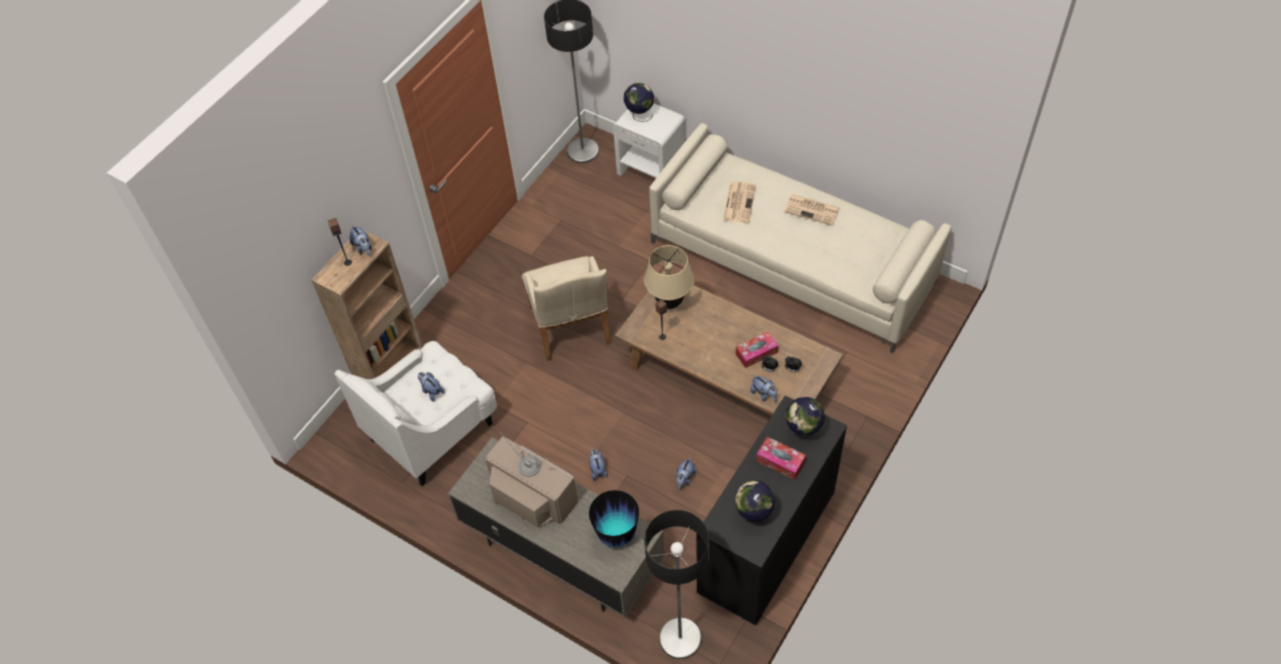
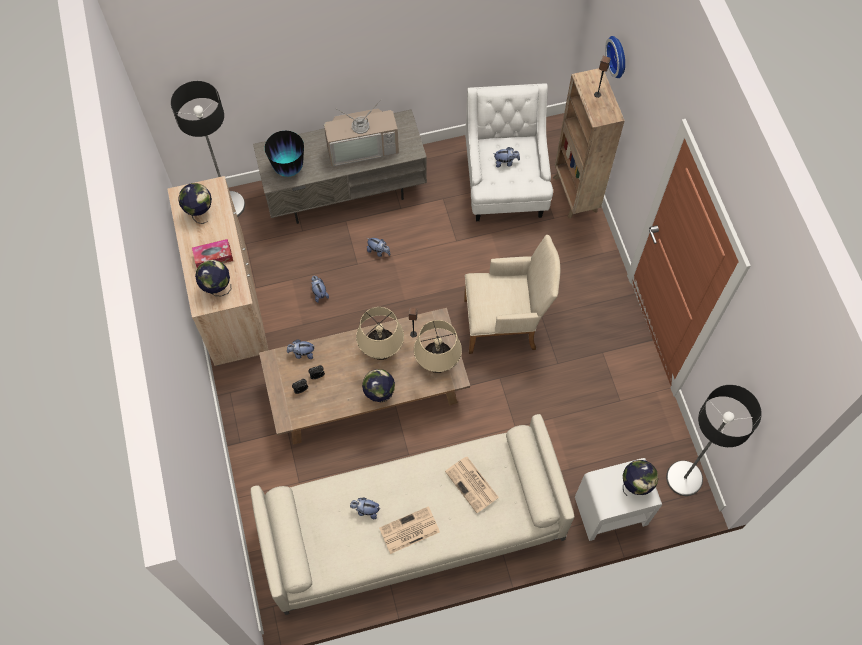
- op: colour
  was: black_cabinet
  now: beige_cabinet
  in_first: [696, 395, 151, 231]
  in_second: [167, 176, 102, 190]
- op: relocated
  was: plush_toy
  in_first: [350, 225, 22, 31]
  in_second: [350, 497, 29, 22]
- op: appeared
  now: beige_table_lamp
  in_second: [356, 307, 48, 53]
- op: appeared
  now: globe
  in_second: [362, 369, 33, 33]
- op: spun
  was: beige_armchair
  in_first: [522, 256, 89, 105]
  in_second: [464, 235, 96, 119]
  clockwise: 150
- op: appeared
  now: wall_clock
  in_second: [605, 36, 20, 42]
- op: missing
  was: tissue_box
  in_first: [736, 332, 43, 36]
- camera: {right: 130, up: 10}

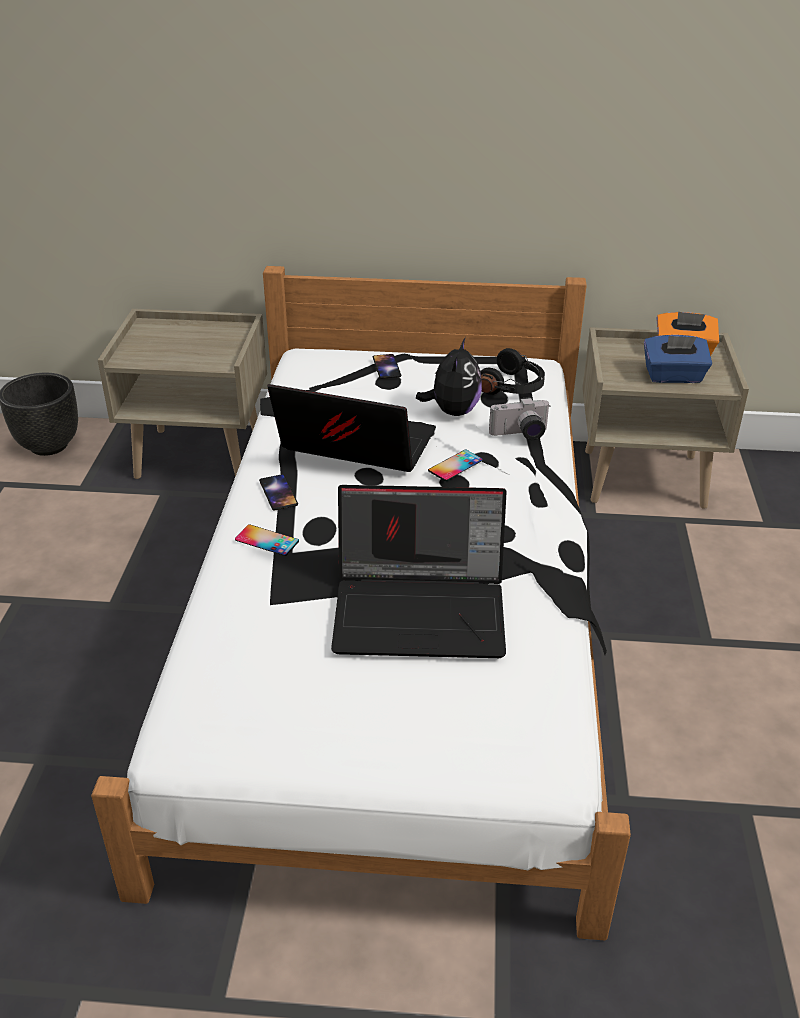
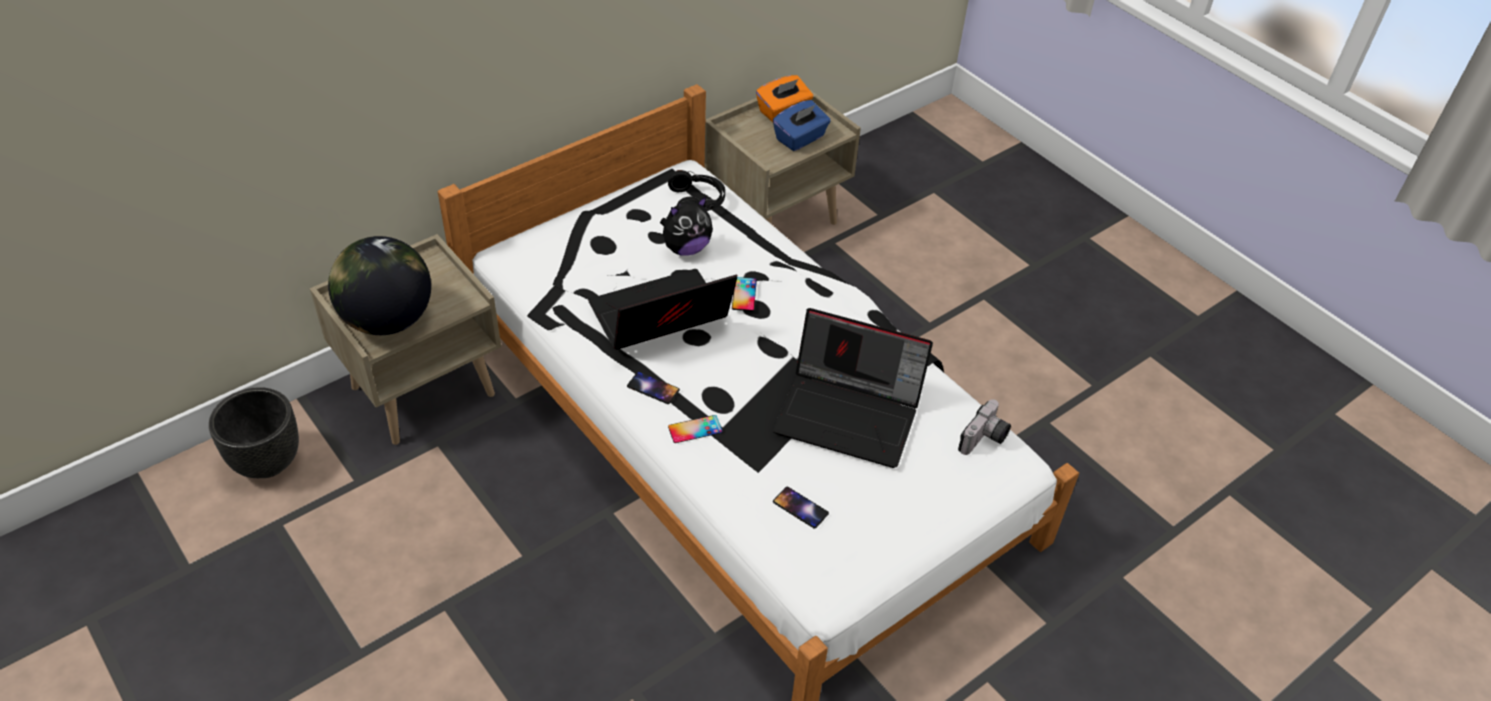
- op: appeared
  now: globe
  in_second: [328, 236, 103, 99]
- op: spun
  was: plush_toy
  in_first: [416, 337, 66, 79]
  in_second: [660, 196, 53, 60]
  clockwise: 90
- op: spun
  was: laptop
  in_first: [331, 485, 176, 173]
  in_second: [772, 308, 161, 160]
  clockwise: 60
- op: relocated
  was: phone
  in_first: [373, 354, 28, 25]
  in_second: [773, 487, 56, 42]
- op: relocated
  was: photo_camera
  in_first: [489, 397, 62, 43]
  in_second: [958, 399, 53, 56]
- camera: {right: -45, up: 10}

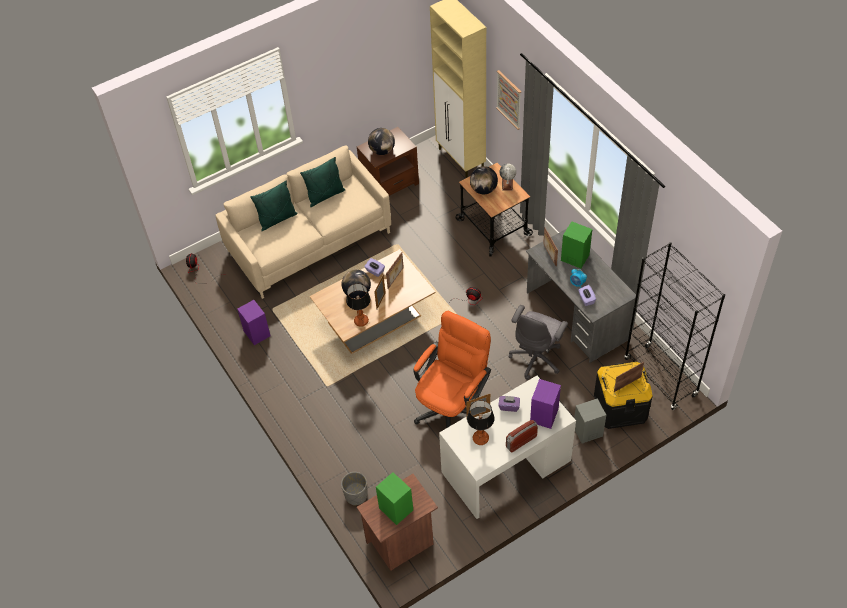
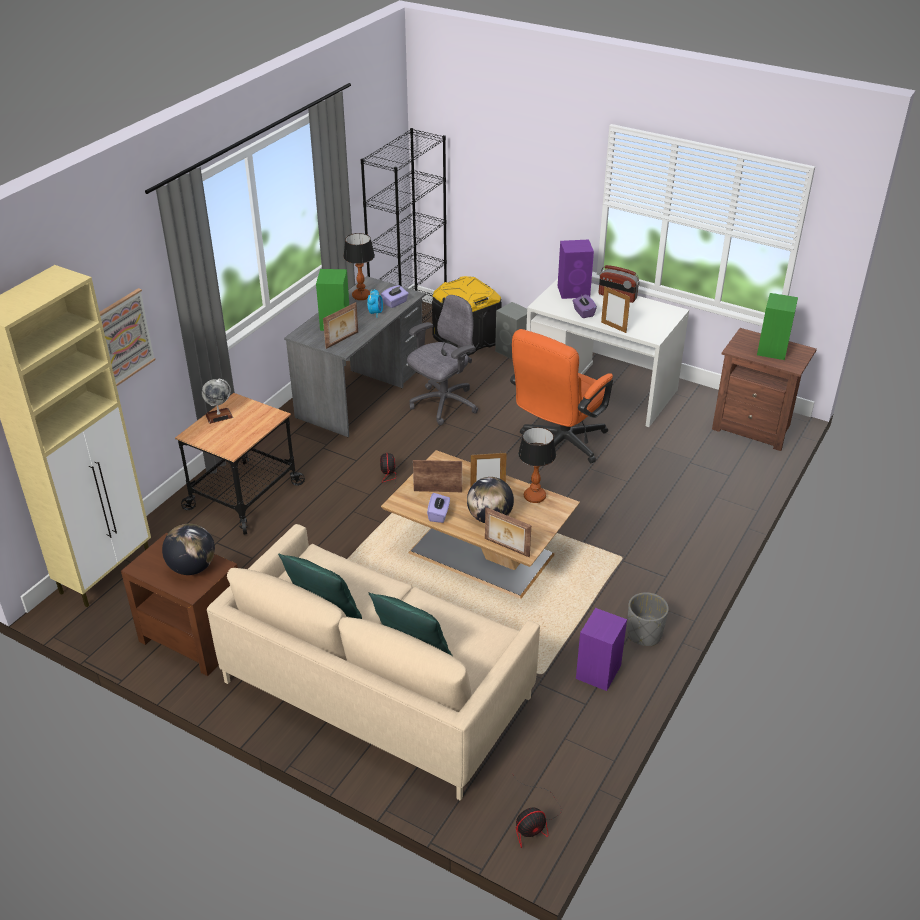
- op: relocated
  was: table_lamp
  in_first: [467, 400, 28, 45]
  in_second: [343, 233, 32, 67]
- op: spun
  was: grey_office_chair
  in_first: [509, 305, 59, 75]
  in_second: [407, 295, 71, 130]
  clockwise: -45
- op: relocated
  was: picture_frame
  in_first: [614, 362, 30, 30]
  in_second: [485, 507, 46, 50]
- op: spun
  was: orange_office_chair
  in_first: [413, 311, 78, 117]
  in_second: [510, 329, 103, 134]
  clockwise: -60
- op: relocated
  was: grey_planter
  in_first: [341, 472, 27, 34]
  in_second: [627, 592, 42, 54]
- op: missing
  was: globe
  in_first: [470, 166, 28, 28]
- camera: {right: -120, up: -15}

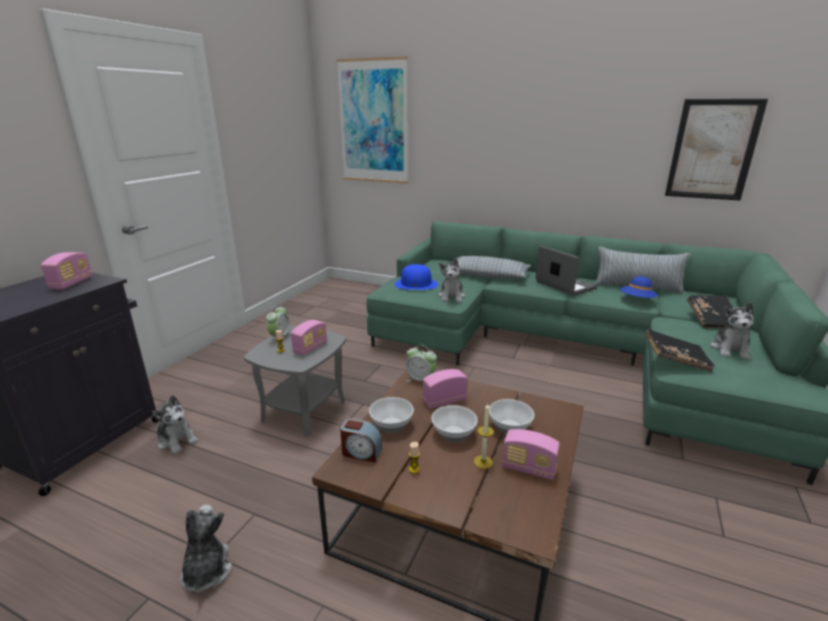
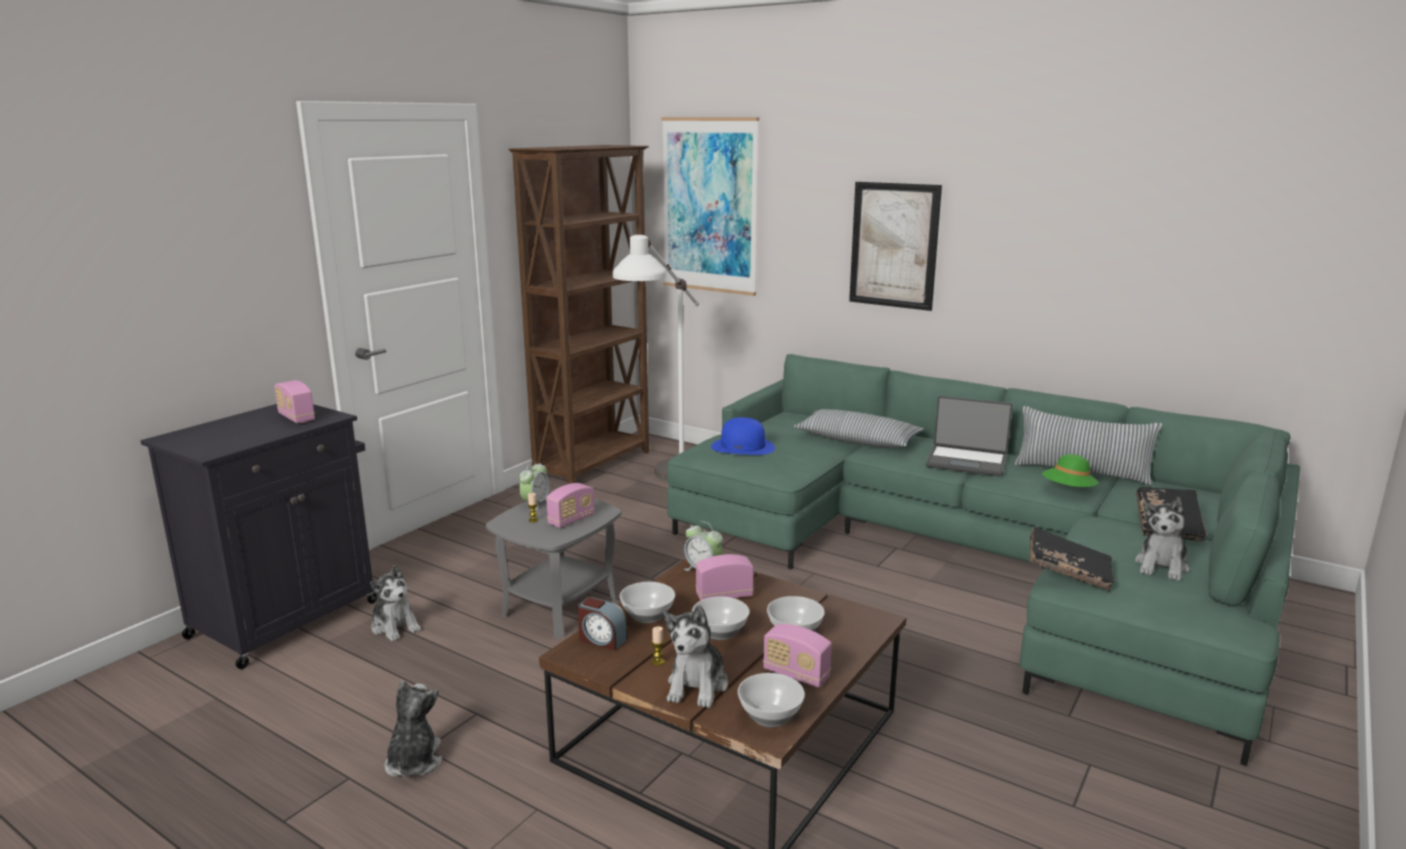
- op: spun
  was: radio
  in_first: [41, 252, 52, 38]
  in_second: [274, 380, 41, 43]
  clockwise: 120
- op: appeared
  now: brown_bookcase
  in_second: [508, 145, 141, 339]
- op: appeared
  now: white_floor_lamp
  in_second: [613, 235, 86, 246]
- op: relocated
  was: plush_toy
  in_first: [439, 258, 26, 44]
  in_second: [663, 605, 65, 103]
- op: appeared
  now: bowl
  in_second: [738, 673, 67, 54]
- op: relocated
  was: picture
  in_first: [665, 99, 103, 102]
  in_second: [849, 182, 93, 129]
- op: spun
  was: laptop
  in_first: [536, 246, 61, 50]
  in_second: [926, 396, 87, 81]
  clockwise: 135
- op: colour
  was: blue_hat
  now: green_hat
  in_first: [620, 276, 38, 22]
  in_second: [1042, 454, 57, 33]
- op: missing
  was: candle
  in_first: [474, 403, 20, 66]
- camera: {right: 10, up: -5}

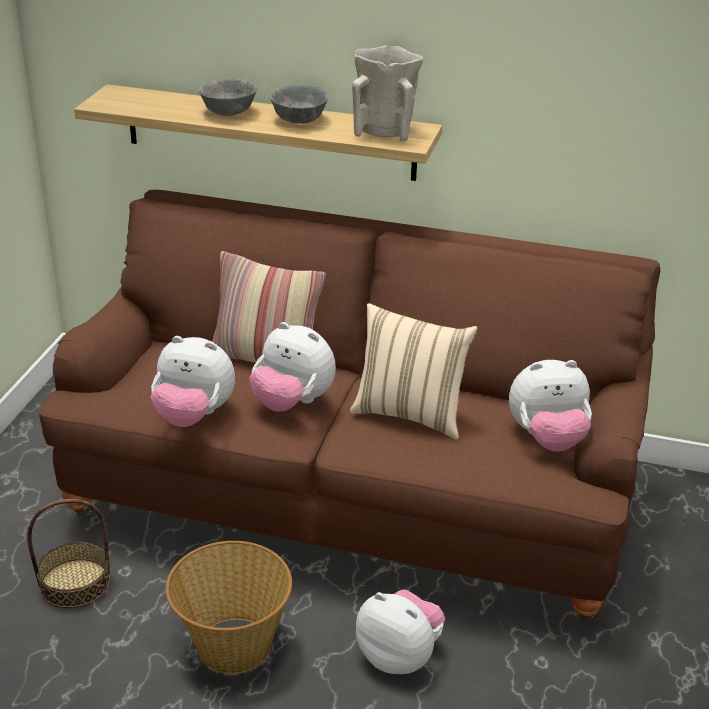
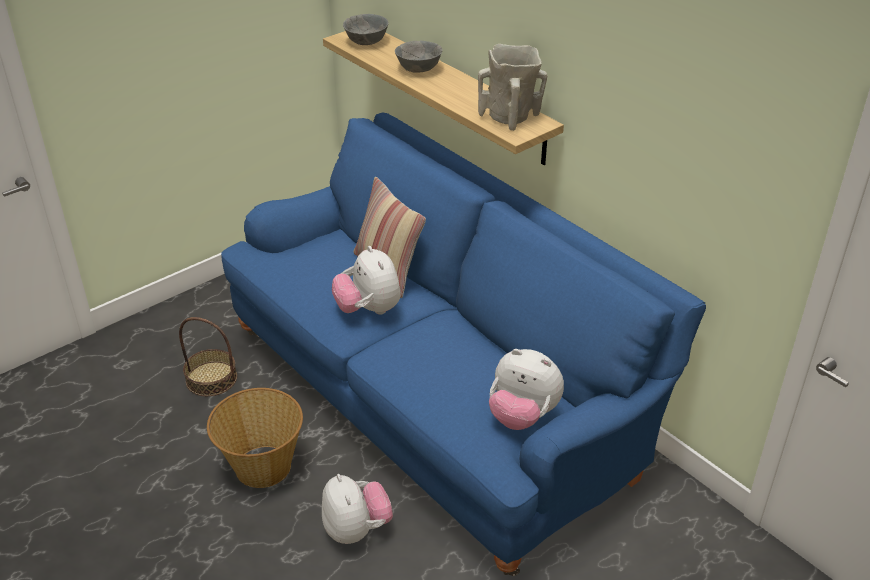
- op: colour
  was: brown_sofa
  now: blue_sofa
  in_first: [39, 189, 622, 433]
  in_second: [221, 112, 485, 464]
- op: relocated
  was: grey_bowl
  in_first: [269, 85, 60, 39]
  in_second: [343, 14, 45, 31]
- op: missing
  was: plush_toy
  in_first: [151, 336, 84, 91]
- op: missing
  was: beige_pillow
  in_first: [350, 303, 127, 136]
- camera: {right: 35, up: 5}

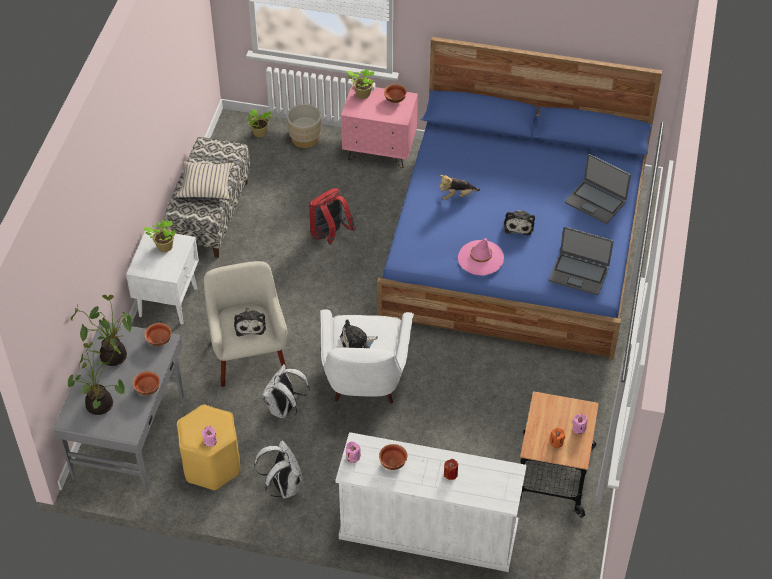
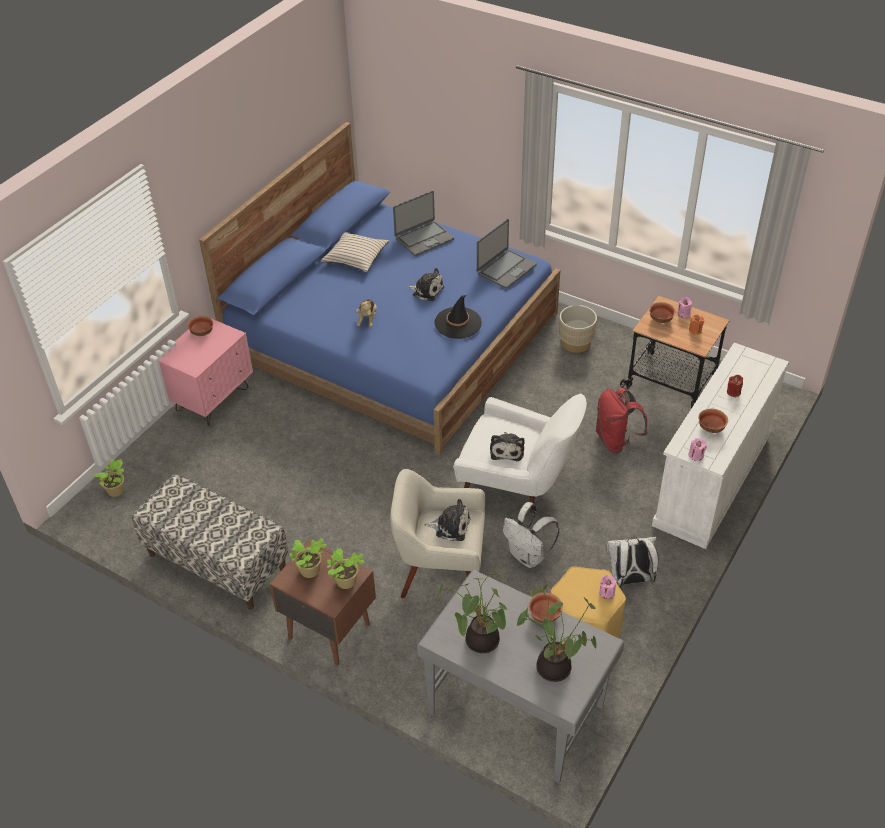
- op: colour
  was: white_nightstand
  now: brown_nightstand
  in_first: [126, 230, 73, 95]
  in_second: [270, 539, 106, 126]
- op: relocated
  was: beige_pillow
  in_first: [175, 162, 60, 38]
  in_second: [321, 232, 68, 40]
- op: relocated
  was: potted_plant
  in_first: [346, 69, 28, 30]
  in_second: [327, 548, 37, 41]
- op: colour
  was: pink_hat
  now: black_hat
  in_first: [458, 238, 46, 37]
  in_second: [435, 295, 47, 44]
- op: relocated
  was: beige_planter
  in_first: [287, 104, 34, 44]
  in_second: [559, 305, 38, 48]
- op: relocated
  was: red_backpack
  in_first: [309, 188, 46, 57]
  in_second: [595, 388, 53, 65]
- op: relocated
  was: bowl
  in_first: [144, 323, 27, 23]
  in_second: [649, 302, 26, 21]
- camera: {right: -70, up: -5}

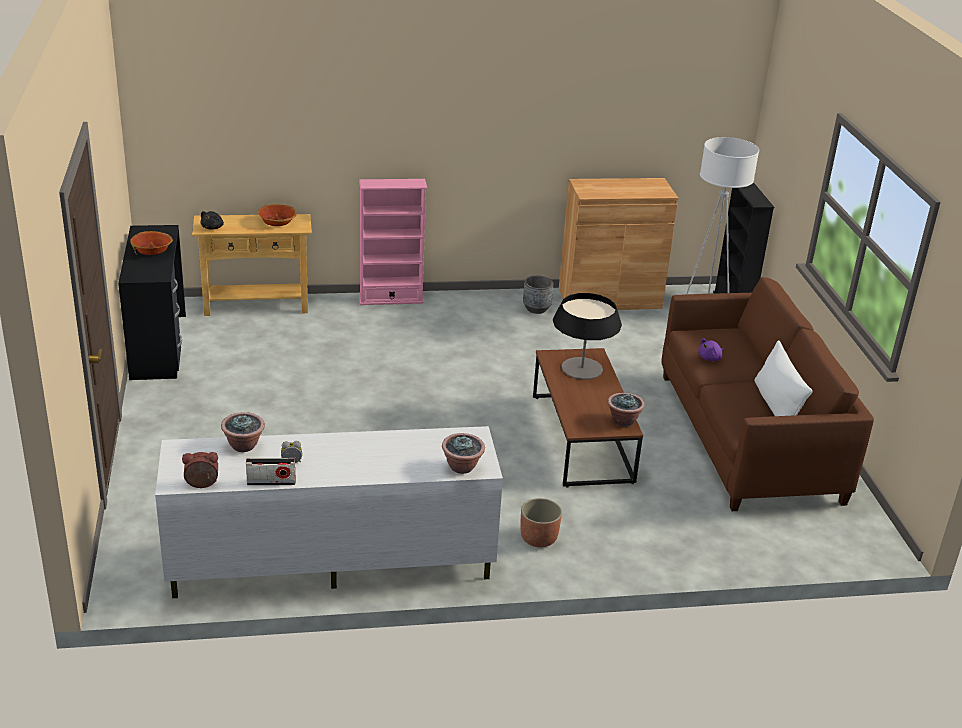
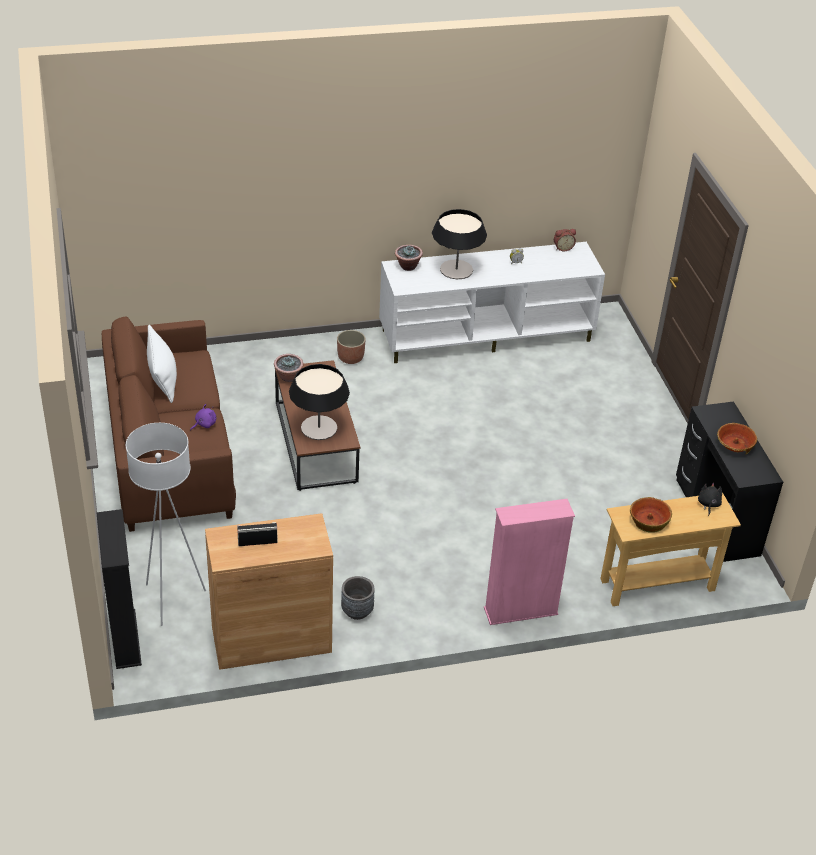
- op: relocated
  was: radio
  in_first: [246, 458, 50, 27]
  in_second: [237, 522, 41, 24]
- op: appeared
  now: table_lamp
  in_second: [432, 209, 55, 70]
- op: missing
  was: potted_plant
  in_first: [221, 412, 44, 40]
- camera: {right: 175, up: 10}

